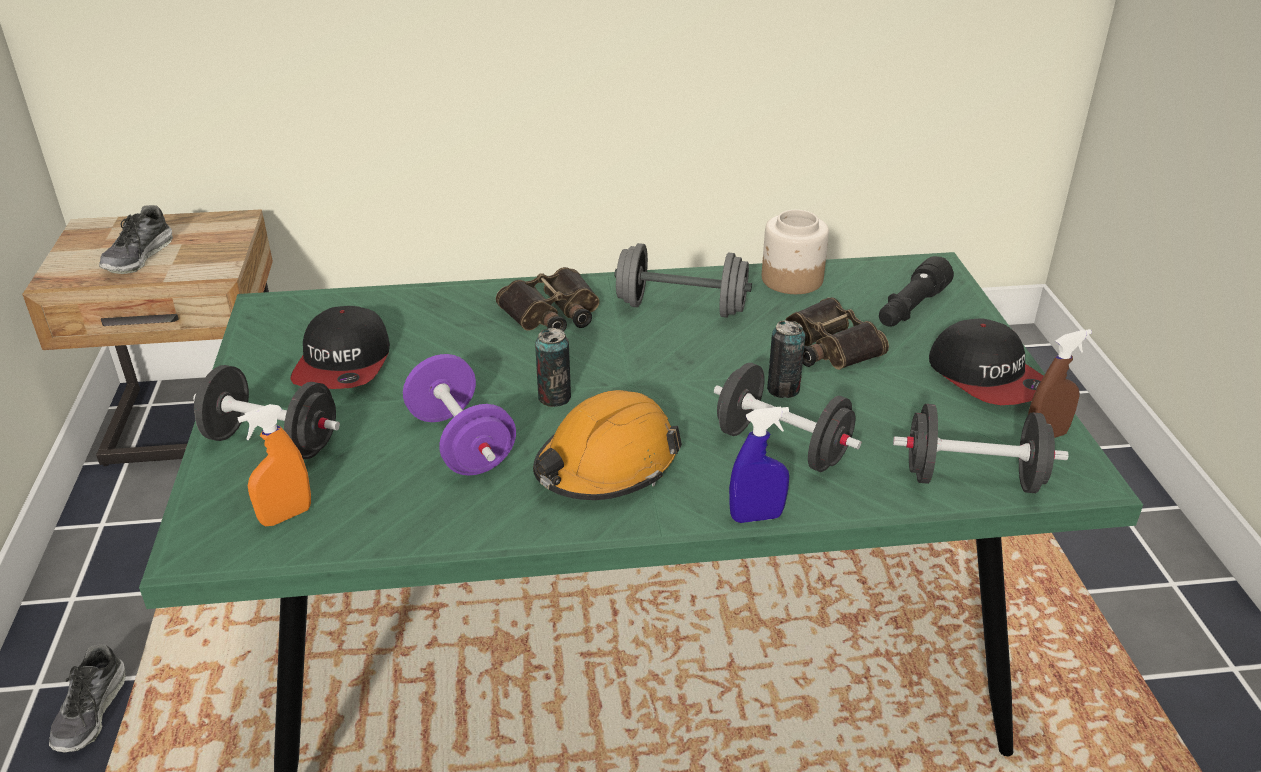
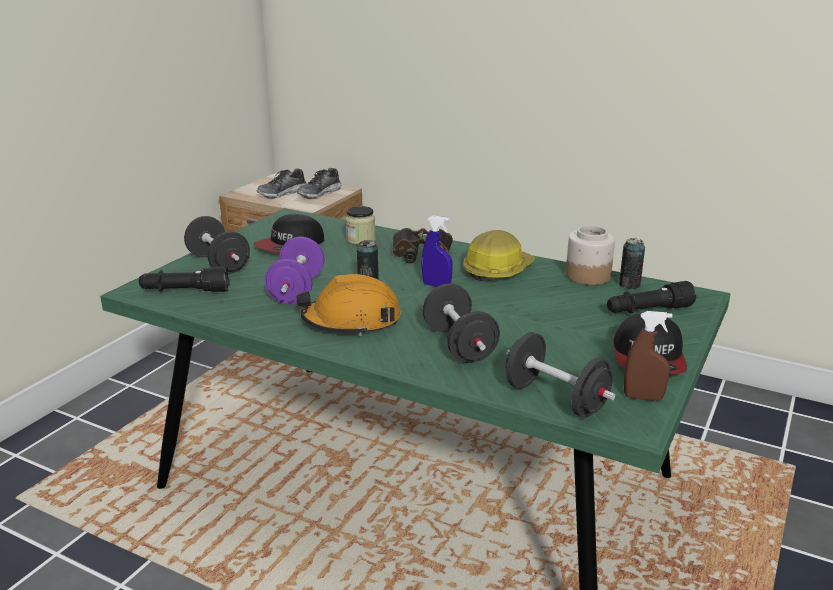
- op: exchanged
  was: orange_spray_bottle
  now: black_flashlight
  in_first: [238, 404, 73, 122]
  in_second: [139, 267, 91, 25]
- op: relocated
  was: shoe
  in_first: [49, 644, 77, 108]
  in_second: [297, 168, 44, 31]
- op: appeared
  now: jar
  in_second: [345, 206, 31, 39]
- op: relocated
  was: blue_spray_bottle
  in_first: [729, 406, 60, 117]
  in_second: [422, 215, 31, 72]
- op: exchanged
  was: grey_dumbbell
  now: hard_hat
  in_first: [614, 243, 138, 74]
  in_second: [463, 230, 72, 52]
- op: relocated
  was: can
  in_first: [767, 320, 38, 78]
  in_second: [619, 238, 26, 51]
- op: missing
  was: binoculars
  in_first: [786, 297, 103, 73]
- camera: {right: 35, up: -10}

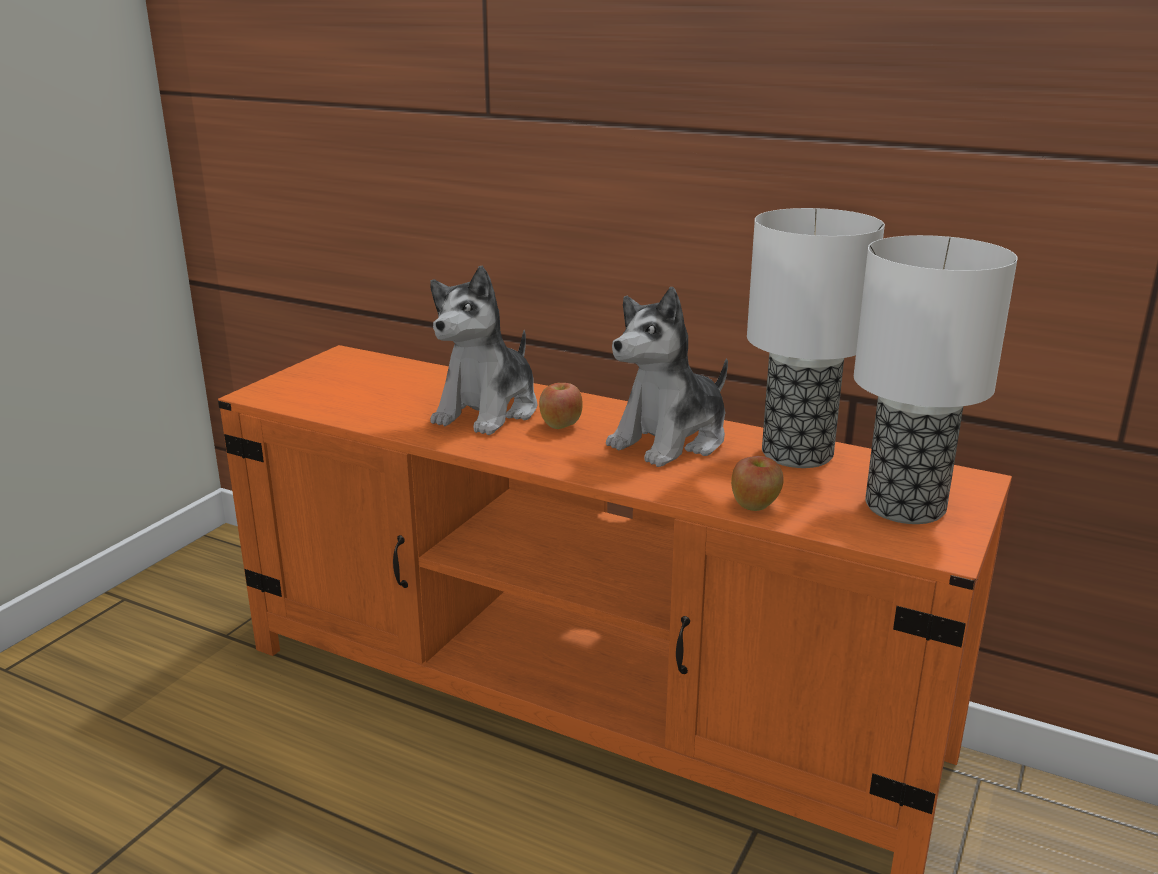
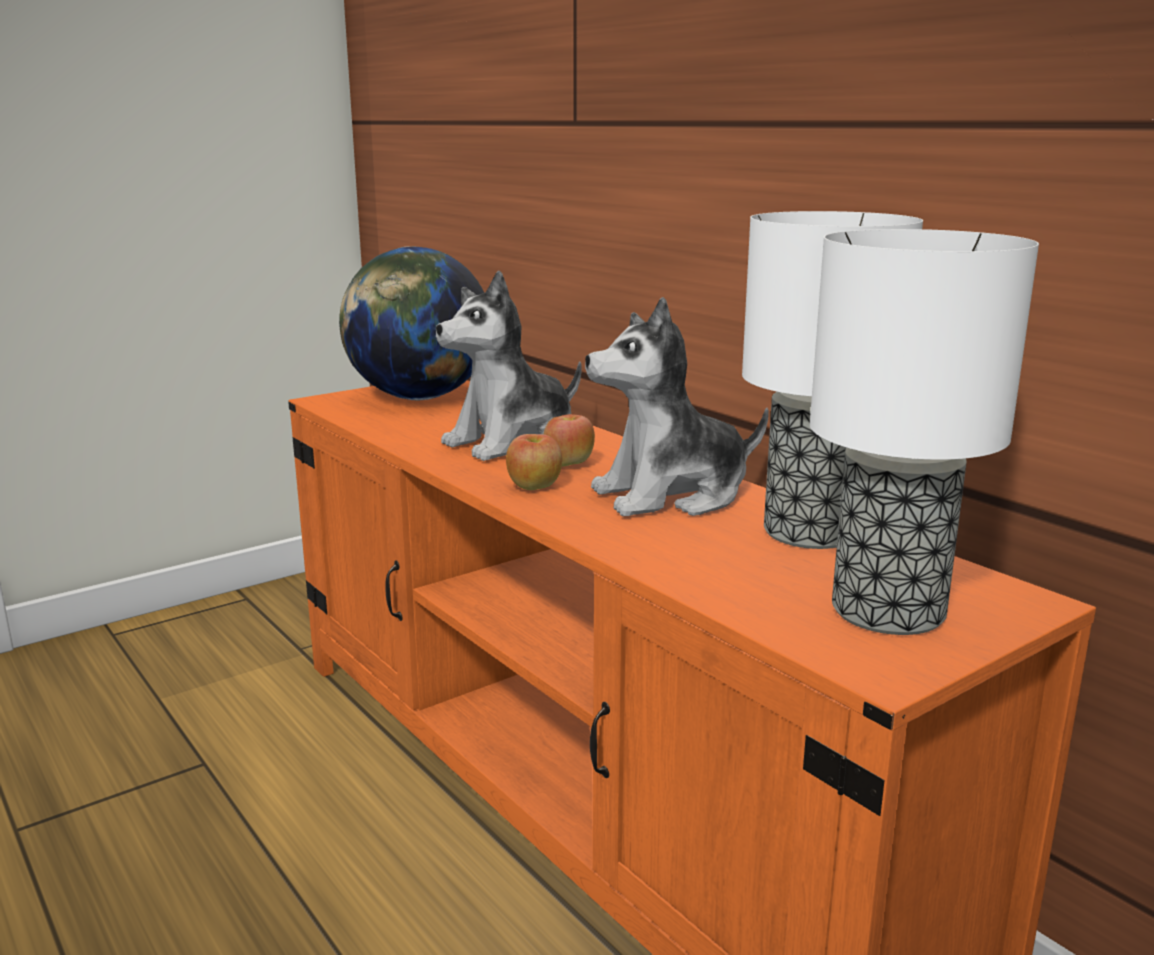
- op: appeared
  now: globe
  in_second: [339, 246, 145, 154]
- op: relocated
  was: apple
  in_first: [731, 456, 53, 55]
  in_second: [506, 434, 56, 56]
- camera: {right: 25, up: -5}

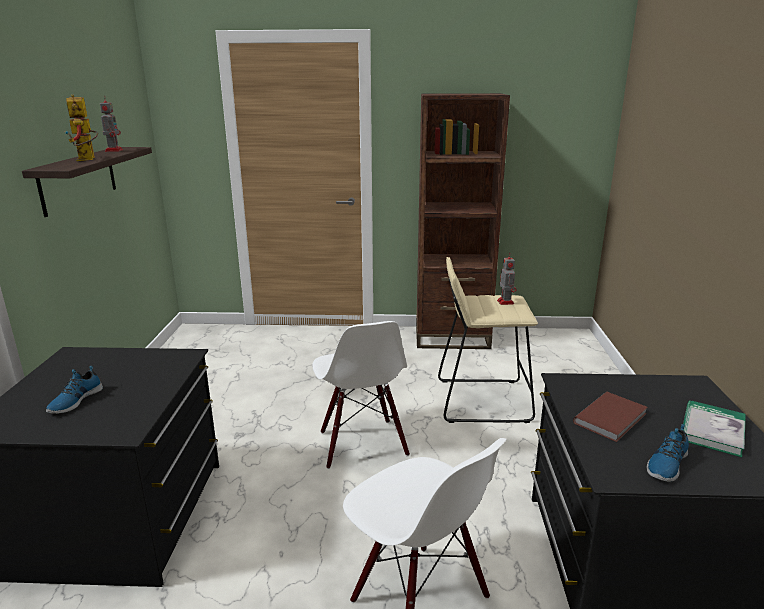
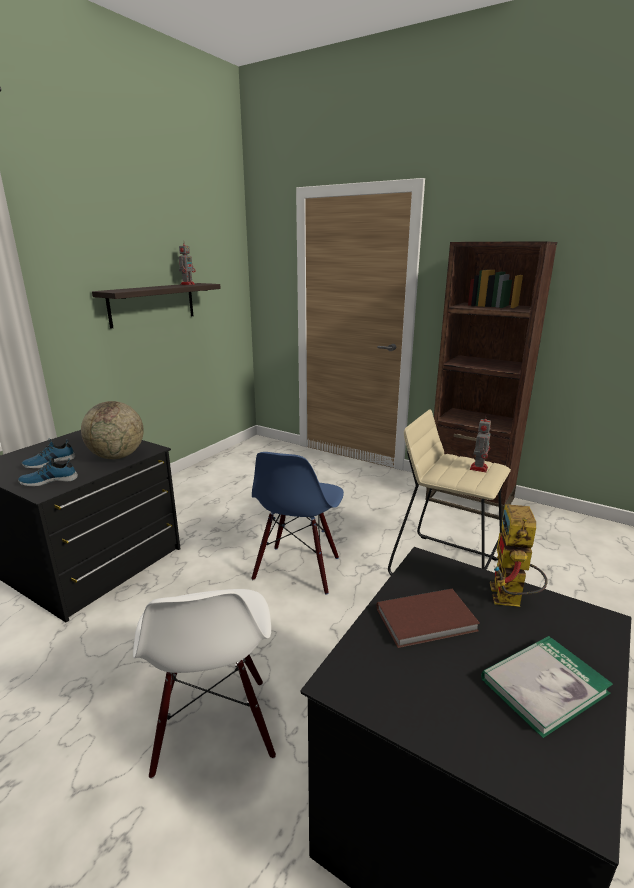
- op: relocated
  was: shoe
  in_first: [647, 424, 42, 58]
  in_second: [18, 456, 60, 30]
- op: appeared
  now: globe
  in_second: [81, 401, 63, 58]
- op: colour
  was: white_chair
  now: blue_chair
  in_first: [312, 321, 98, 148]
  in_second: [251, 452, 93, 143]
- op: relocated
  was: toy_robot
  in_first: [65, 94, 33, 67]
  in_second: [490, 504, 58, 103]
- camera: {right: 30, up: 0}

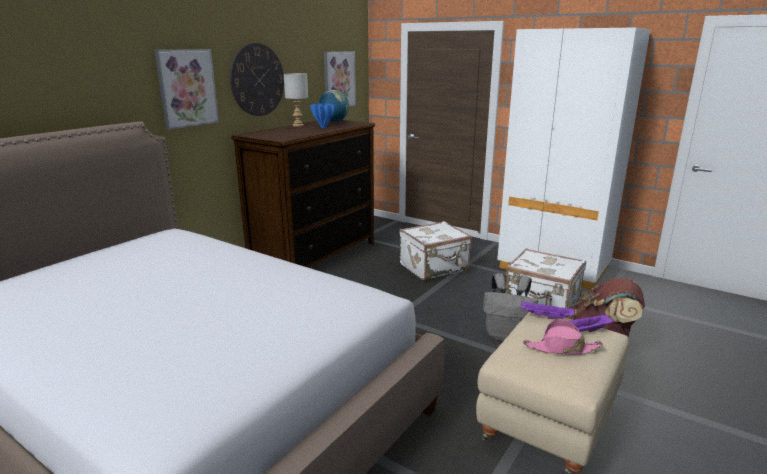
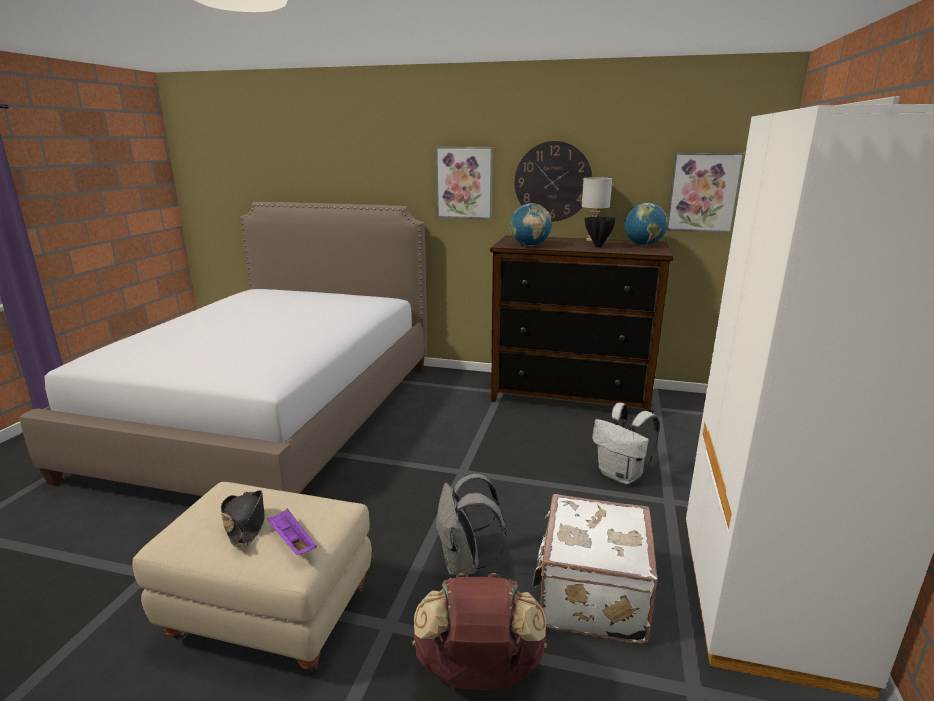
- op: colour
  was: pink_hat
  now: black_hat
  in_first: [523, 319, 80, 36]
  in_second: [221, 490, 44, 57]
- op: appeared
  now: globe
  in_second: [510, 203, 42, 43]
- op: colour
  was: blue_vase
  now: black_vase
  in_first: [310, 103, 25, 25]
  in_second: [584, 216, 32, 31]
- op: exchanged
  was: white_suitcase
  now: white_backpack
  in_first: [400, 221, 72, 59]
  in_second: [592, 403, 68, 81]
- op: missing
  was: purple_tray
  in_first: [521, 301, 53, 18]
- camera: {right: 70, up: 0}

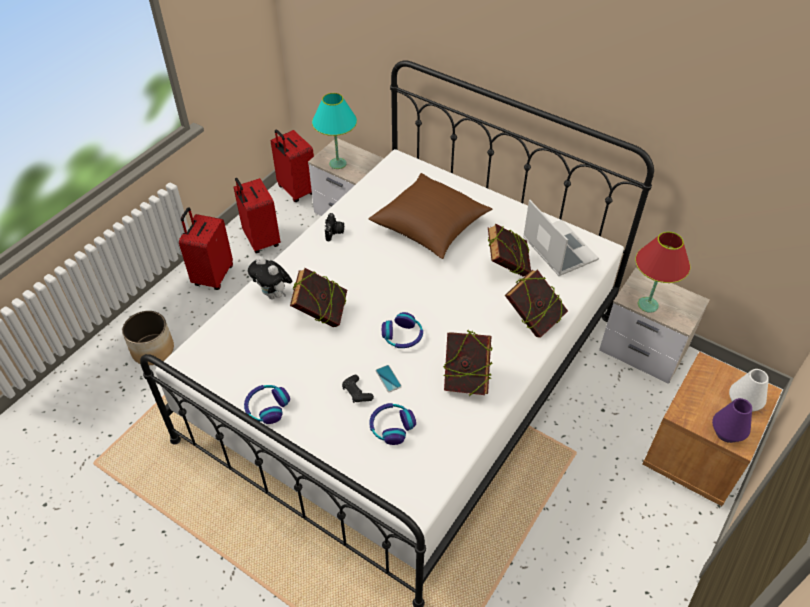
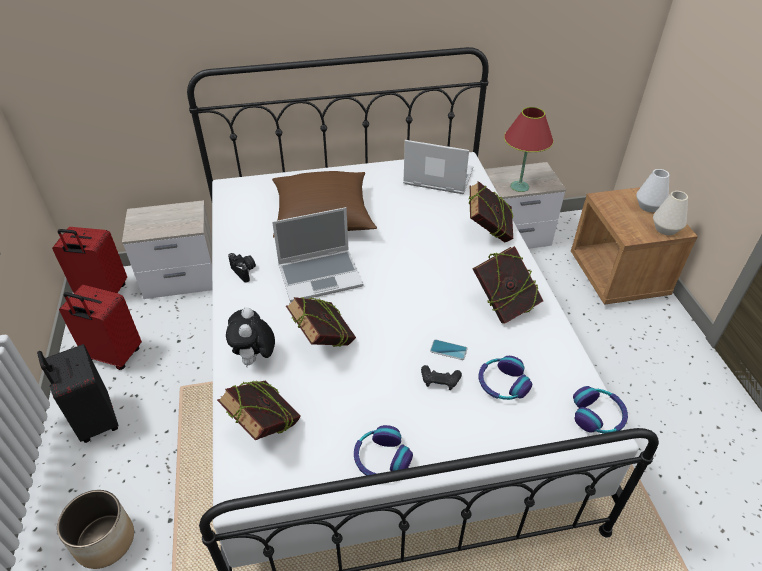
- op: colour
  was: red_suitcase
  now: black_suitcase
  in_first: [179, 207, 54, 83]
  in_second: [37, 344, 81, 99]
- op: relocated
  was: book
  in_first: [488, 224, 43, 53]
  in_second: [217, 380, 84, 60]
- op: spun
  was: plush_toy
  in_first: [248, 256, 44, 43]
  in_second: [226, 307, 49, 60]
  clockwise: 90
- op: appeared
  now: laptop
  in_second: [272, 207, 91, 95]
- op: relocated
  was: headphones
  in_first: [382, 312, 41, 36]
  in_second: [573, 386, 55, 47]
- op: colour
  was: purple_vase
  now: white_vase
  in_first: [712, 398, 40, 45]
  in_second: [653, 191, 35, 44]
- op: missing
  was: turquoise_table_lamp
  in_first: [312, 93, 45, 76]
- camera: {right: -45, up: -5}

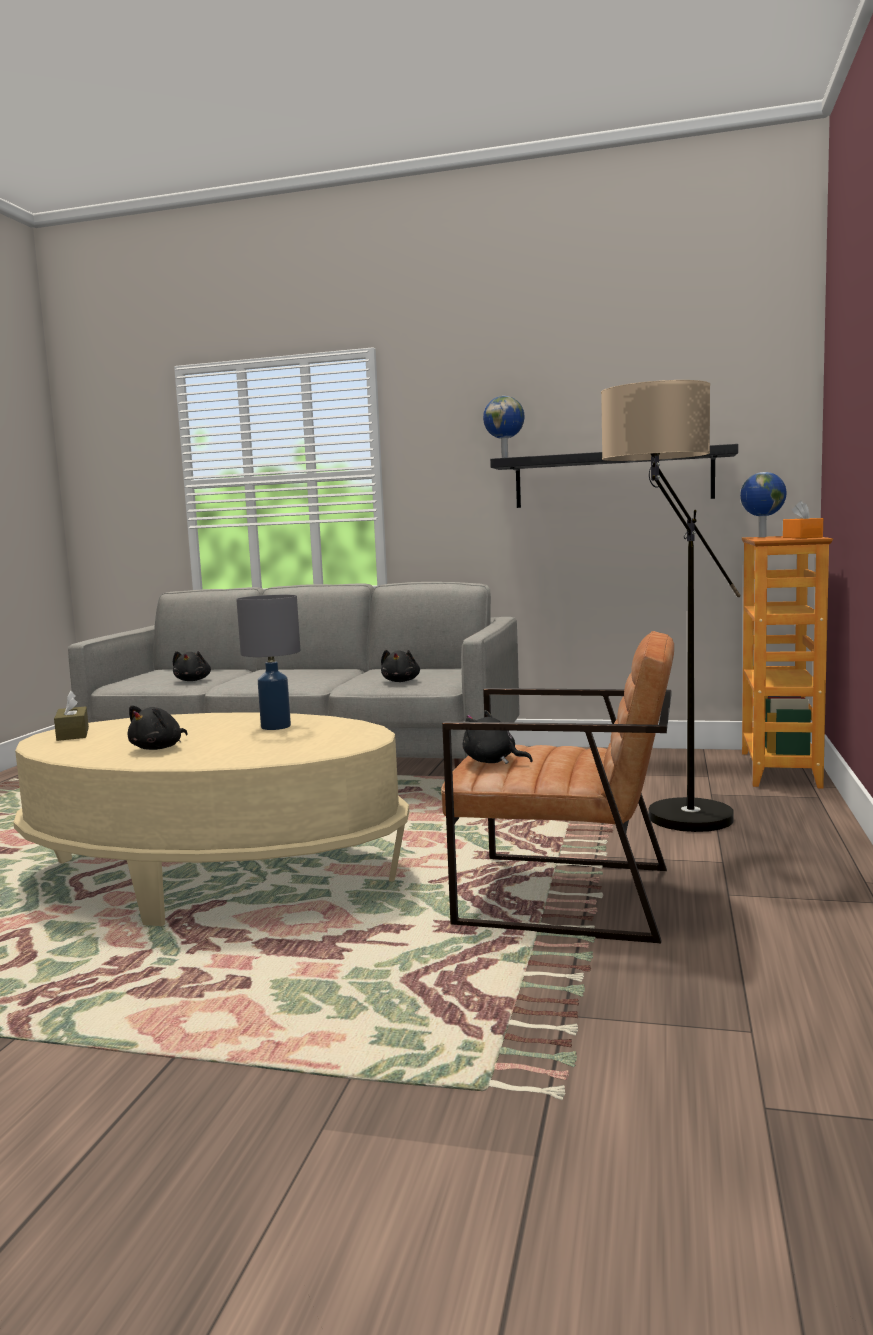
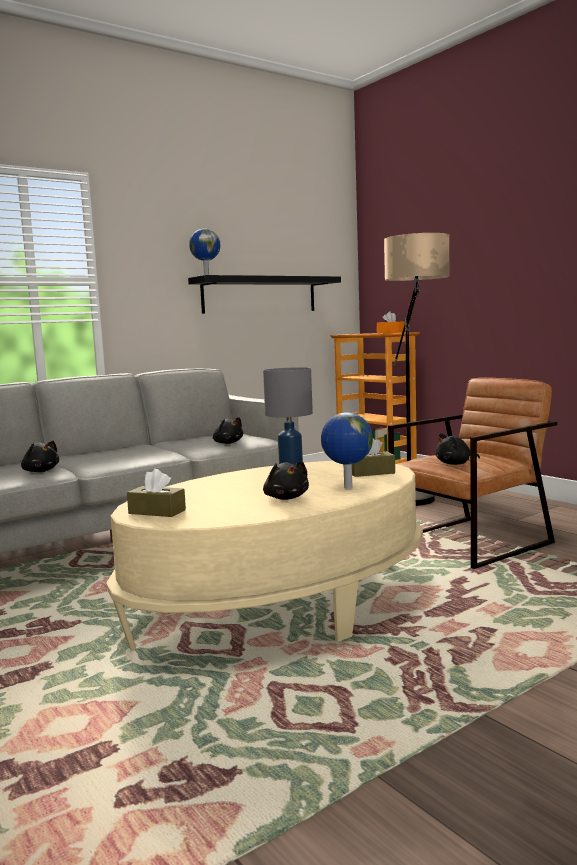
- op: relocated
  was: globe
  in_first: [740, 472, 47, 65]
  in_second: [321, 412, 52, 77]
- op: appeared
  now: brown_tissue_box
  in_second: [352, 438, 43, 39]
- camera: {right: -50, up: 0}

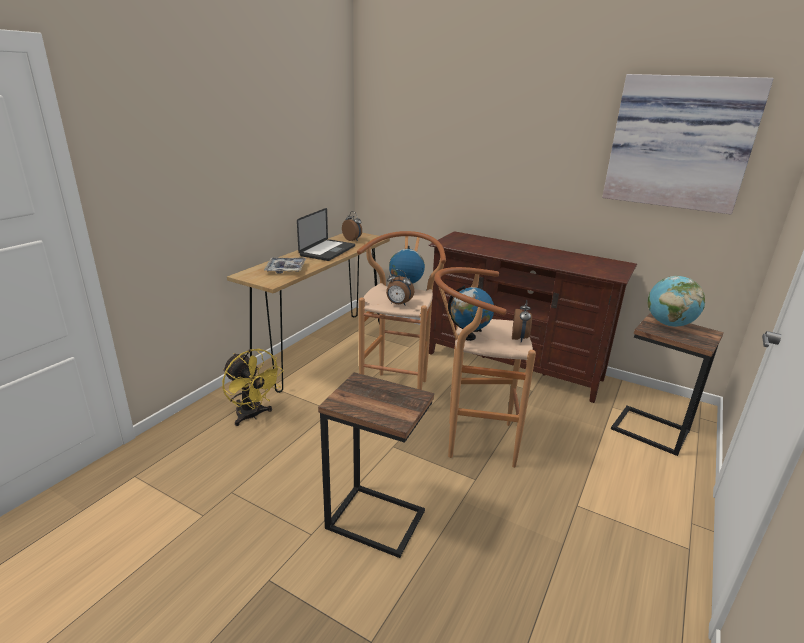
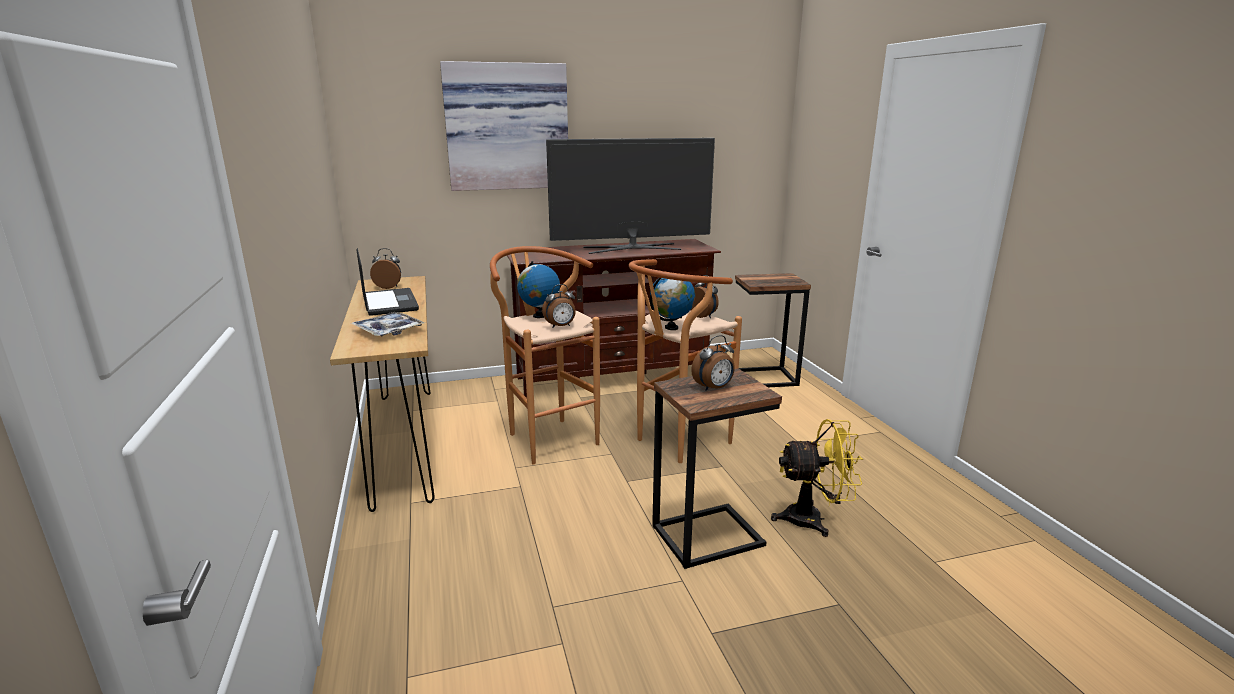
- op: relocated
  was: picture
  in_first: [602, 74, 172, 140]
  in_second: [440, 61, 128, 130]
- op: appeared
  now: television
  in_second: [546, 138, 169, 116]
- op: appeared
  now: alarm_clock
  in_second: [691, 335, 44, 56]
- op: relocated
  was: yellow_fan
  in_first: [222, 349, 62, 77]
  in_second: [771, 419, 92, 118]
- op: missing
  was: globe
  in_first: [647, 276, 58, 51]
- camera: {right: -45, up: -5}

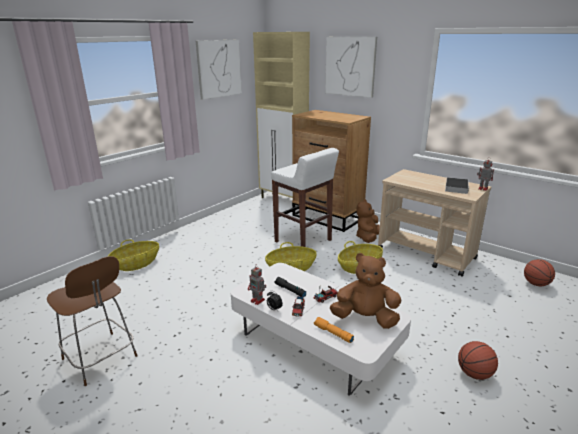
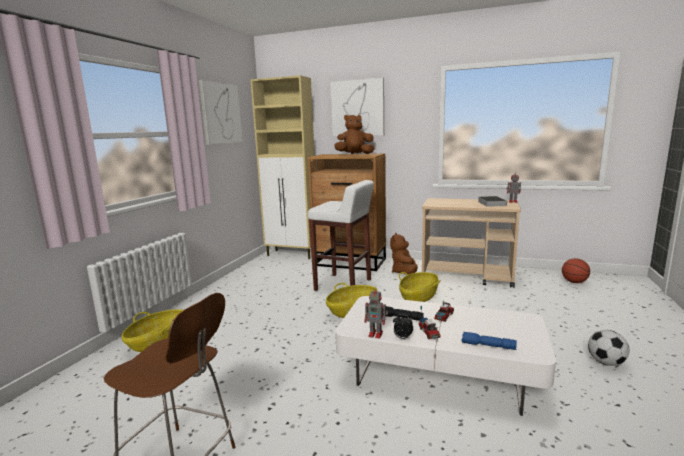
- op: relocated
  was: brown_plush_toy
  in_first: [330, 253, 71, 76]
  in_second: [334, 115, 41, 39]
- op: colour
  was: orange_flashlight
  now: blue_flashlight
  in_first: [314, 317, 40, 26]
  in_second: [462, 332, 55, 18]
- op: exchanged
  was: basketball
  now: football
  in_first: [458, 341, 40, 39]
  in_second: [588, 330, 42, 36]
- camera: {right: -20, up: -10}

